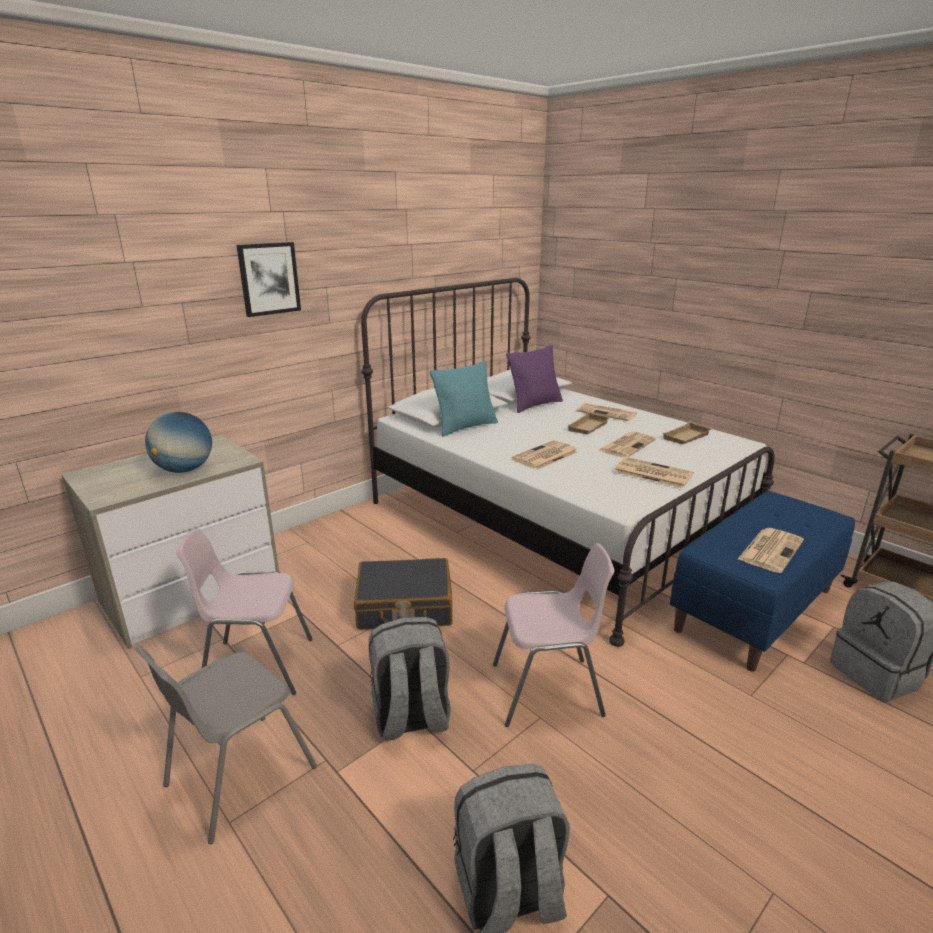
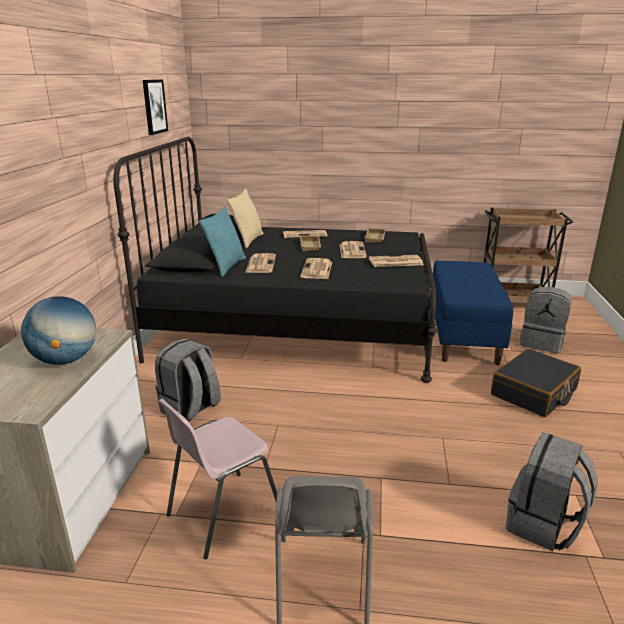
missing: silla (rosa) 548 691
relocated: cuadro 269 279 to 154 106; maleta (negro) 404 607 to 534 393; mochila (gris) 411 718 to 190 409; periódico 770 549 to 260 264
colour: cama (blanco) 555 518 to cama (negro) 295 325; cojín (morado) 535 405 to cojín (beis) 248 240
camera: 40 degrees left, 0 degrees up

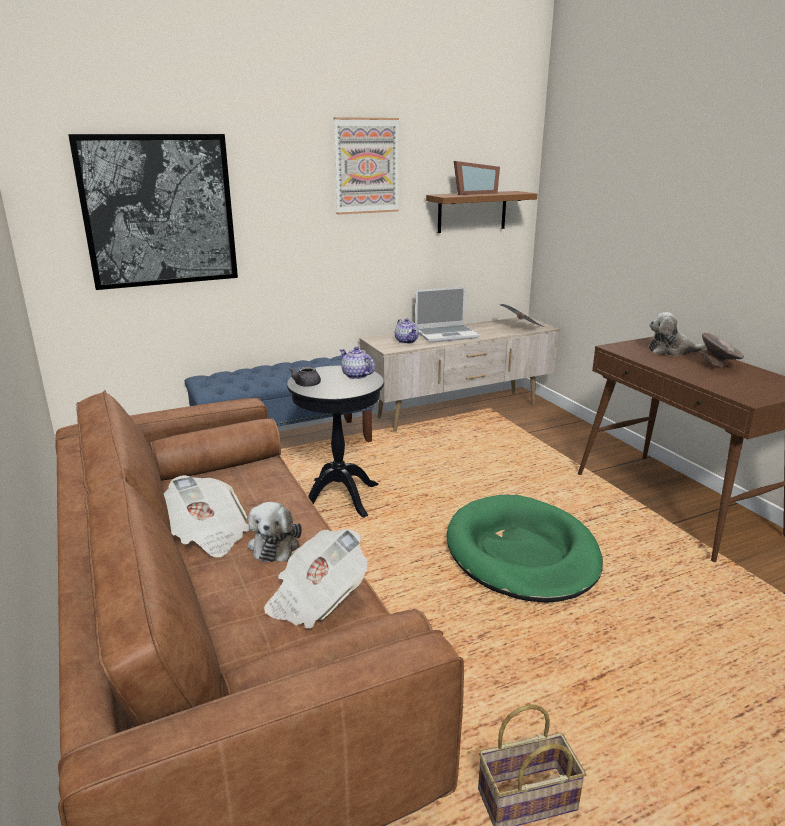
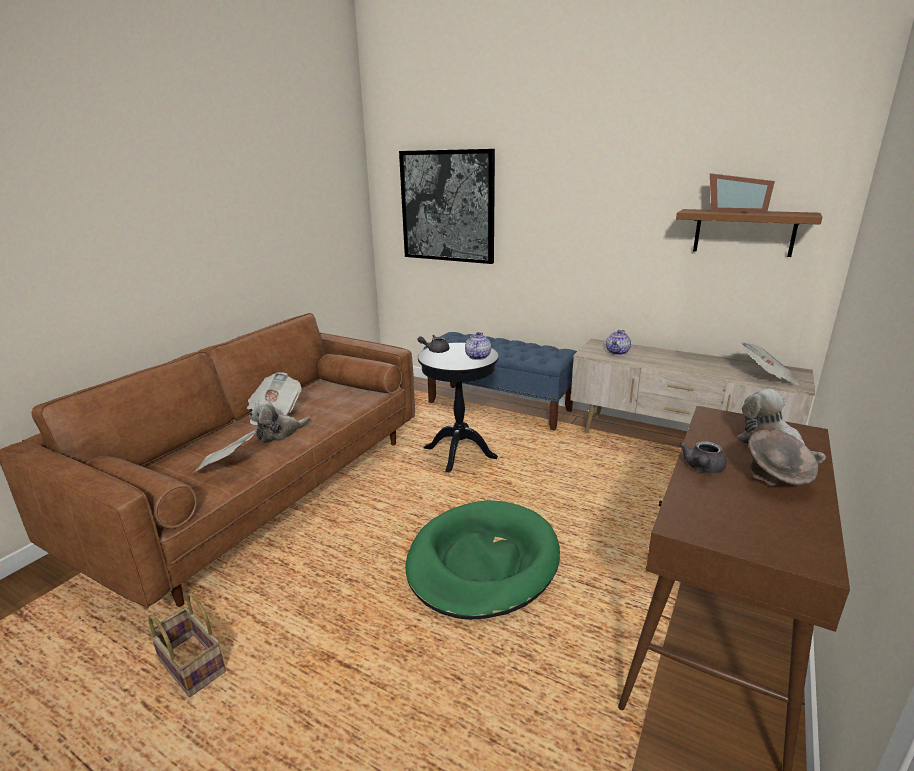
missing: cuadro 366 166; portátil 446 334
appeared: tetera (gris) 702 468
camera: 55 degrees right, 0 degrees up

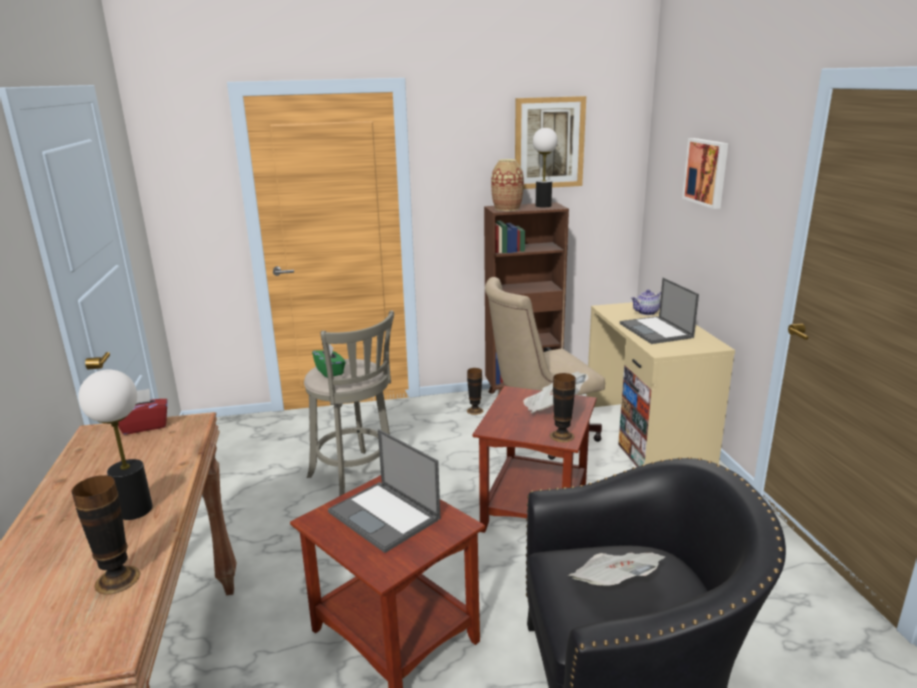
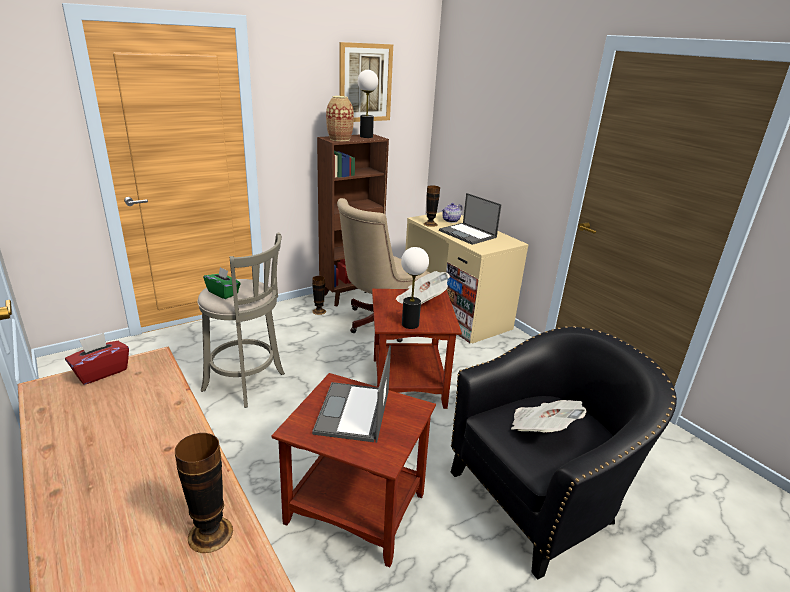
missing: cuadro 707 172
relocated: lámpara de mesa 135 510 to 410 324; florero 562 436 to 430 224
spun: portátil 385 516 = 353 412 75 degrees clockwise
camera: 25 degrees left, 5 degrees up

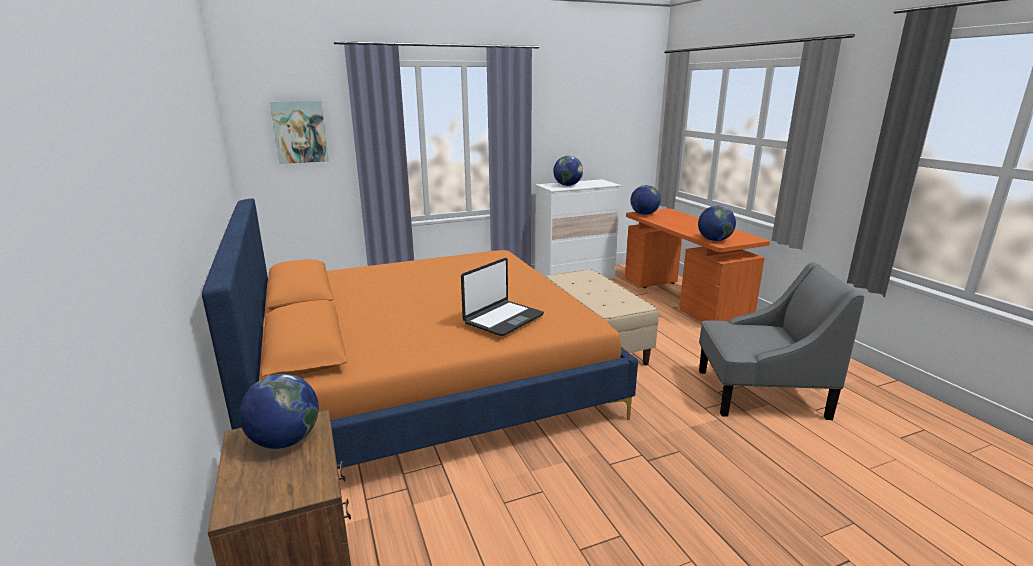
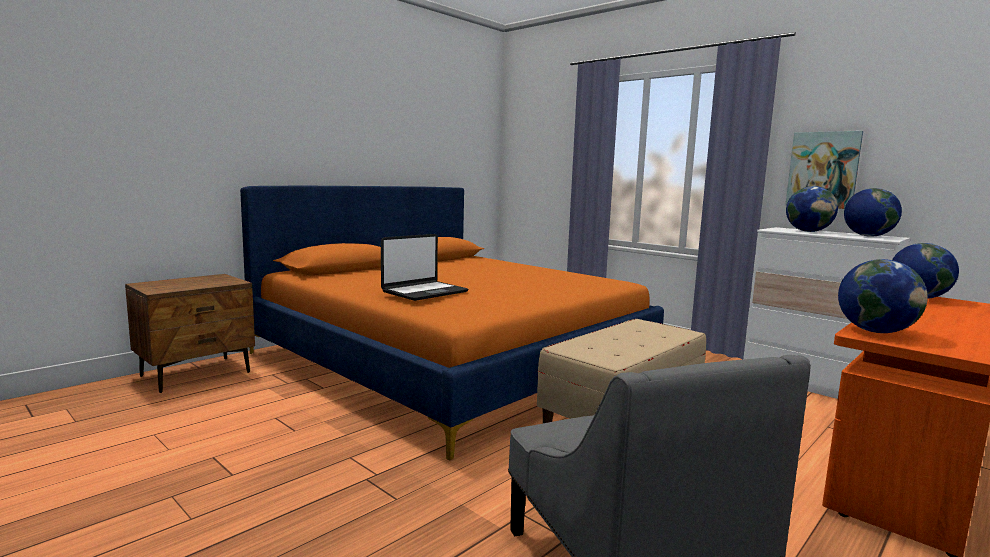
relocated: globo terráqueo 285 441 to 868 236; cuadro 300 132 to 823 170
spun: portátil 503 319 = 424 292 60 degrees counterclockwise
camera: 65 degrees right, 10 degrees down

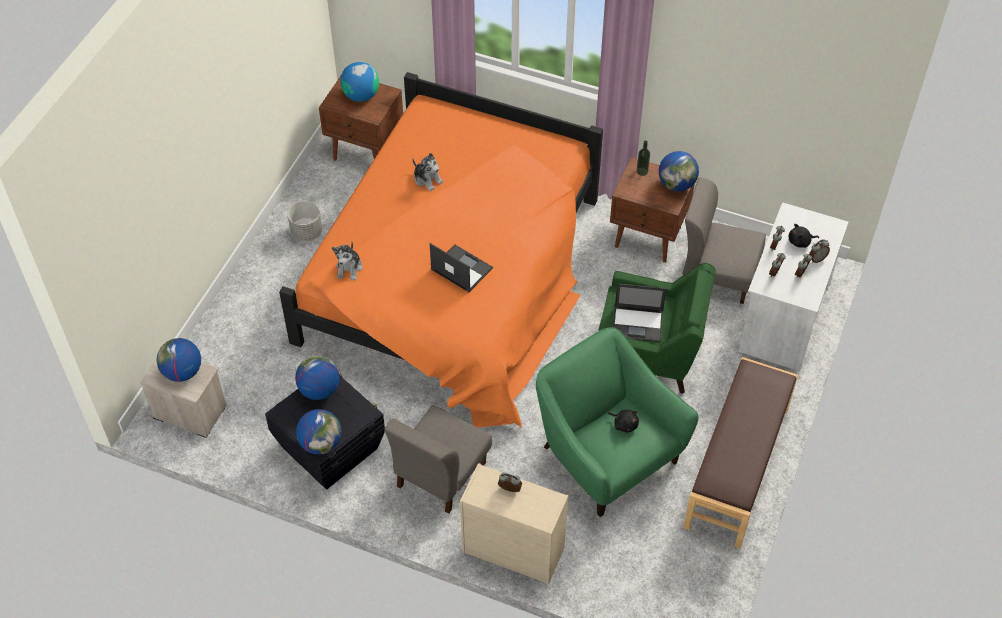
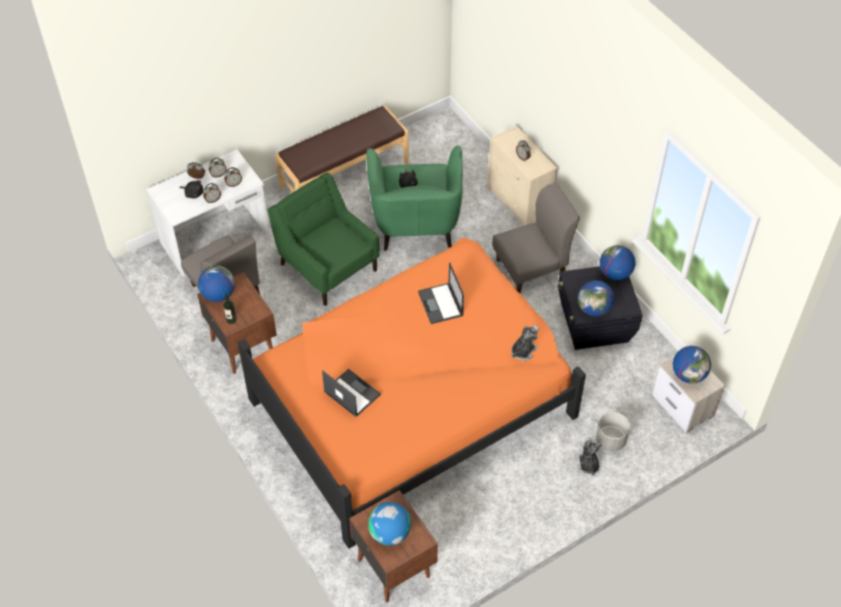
relocated: maceta (gris) 307 232 to 610 440; peluche 427 179 to 587 464; portátil 638 324 to 351 393
camera: 145 degrees left, 0 degrees up

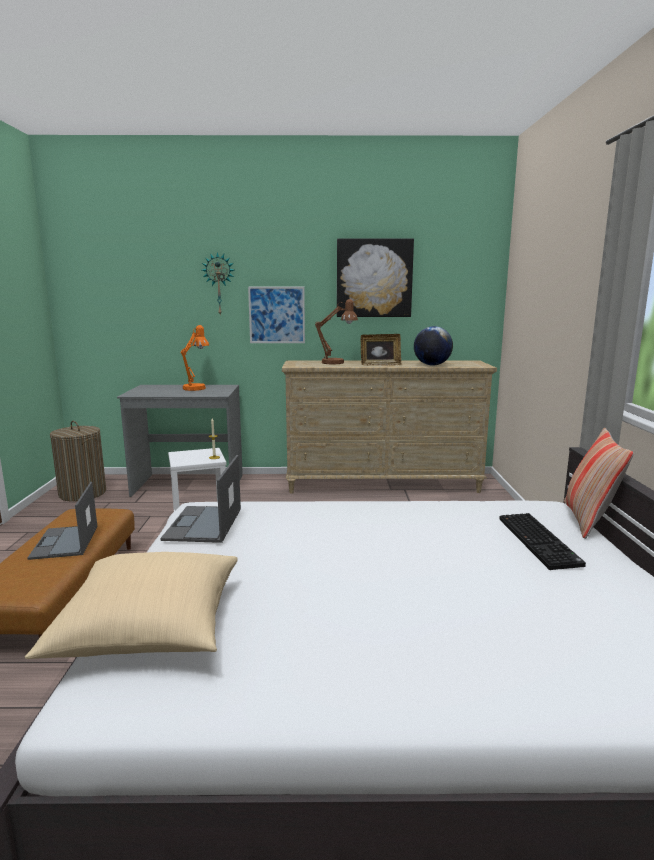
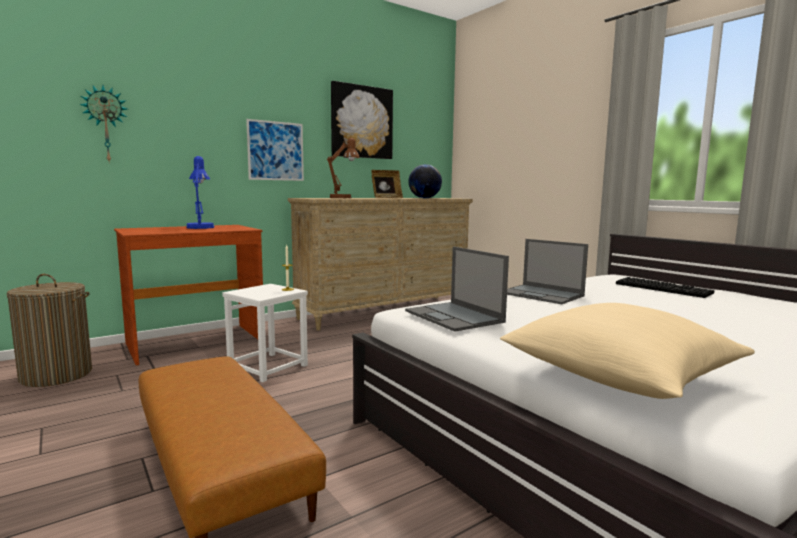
missing: cojín 588 520
relocated: portátil 65 542 to 542 294; reloj de pared 219 284 to 105 124
colour: escritorio (gris) 188 485 to escritorio (marrón) 195 343; lámpara de mesa (naranja) 196 388 to lámpara de mesa (azul) 201 227
camera: 35 degrees left, 5 degrees down

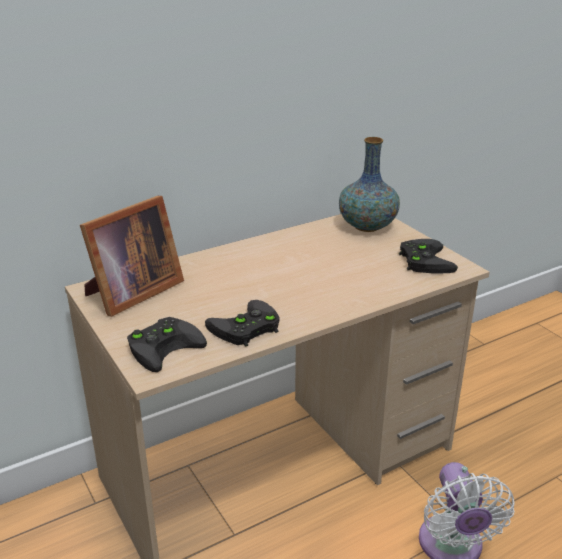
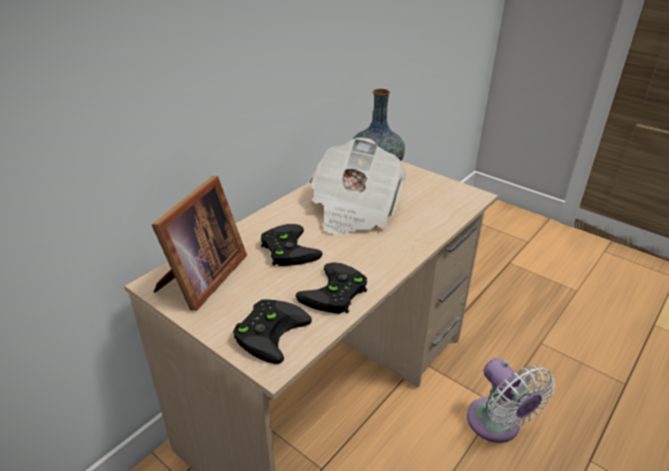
appeared: periódico 354 209
relocated: mando de consola (negro) 423 260 to 286 249
camera: 20 degrees left, 5 degrees up

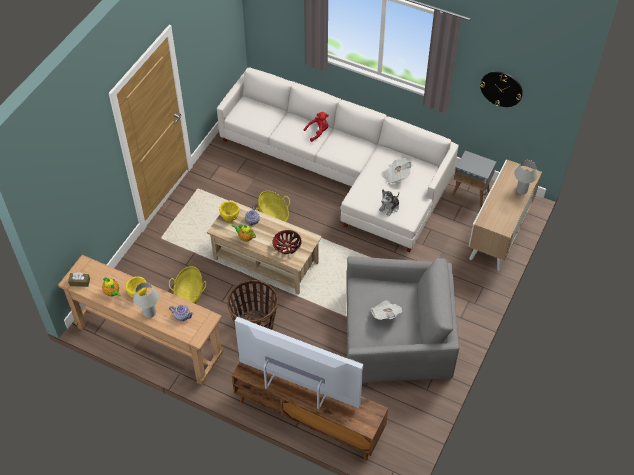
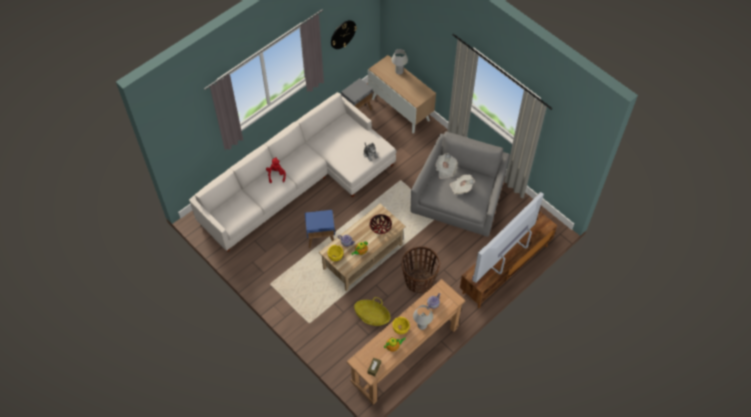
relocated: periódico 395 176 to 445 170
exchanged: cesta 273 215 to mesa auxiliar (azul) 321 239
camera: 70 degrees left, 5 degrees up

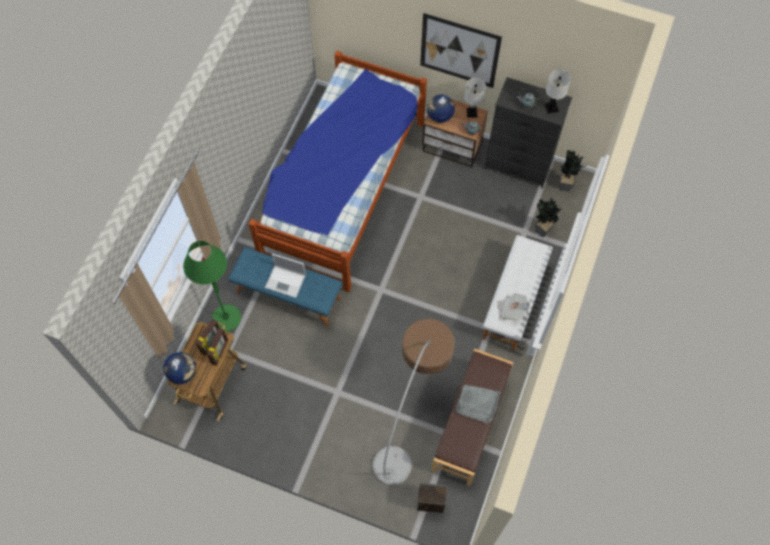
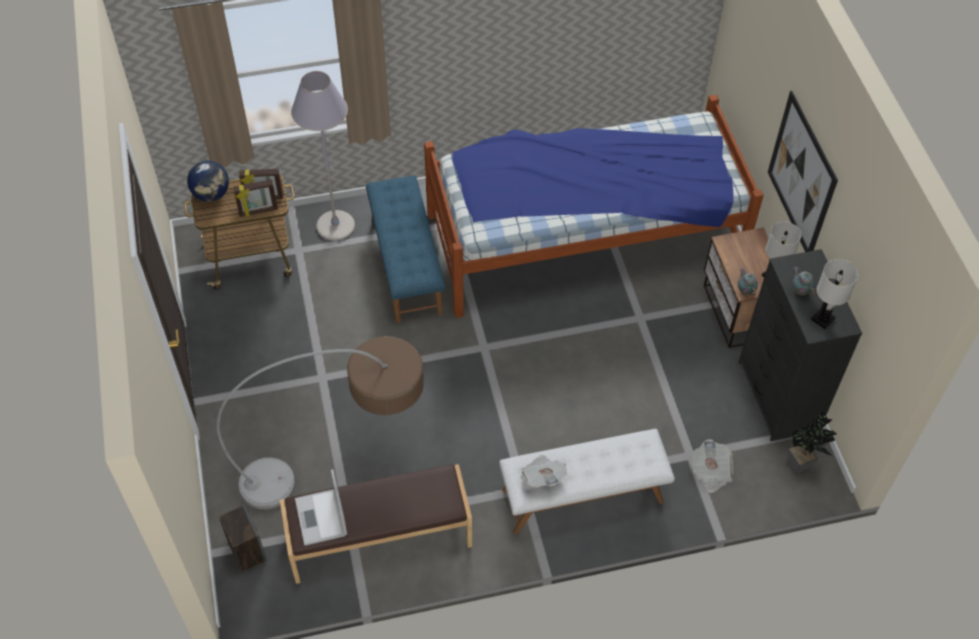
missing: globo terráqueo 439 116; bandeja (gris) 477 403
relocated: portátil 286 281 to 321 518
exchanged: planta en maceta 541 229 to periódico 710 472
colour: lámpara de pie (verde) 226 318 to lámpara de pie (gris) 335 226
camera: 55 degrees right, 10 degrees down

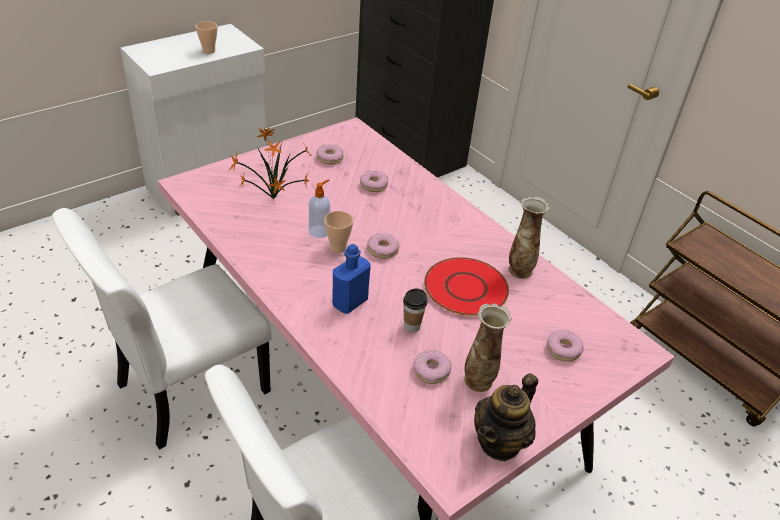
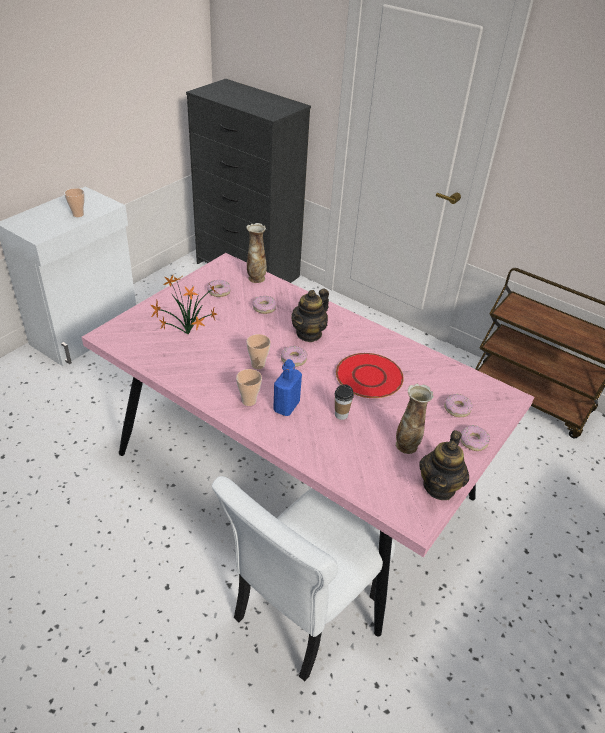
missing: silla (blanco) 187 390; dispensador de jabón 319 231
appeared: taza 249 401; tetera 309 333
relocated: rosquilla 431 371 to 473 441; florero 519 270 to 256 278
camera: 15 degrees left, 0 degrees up

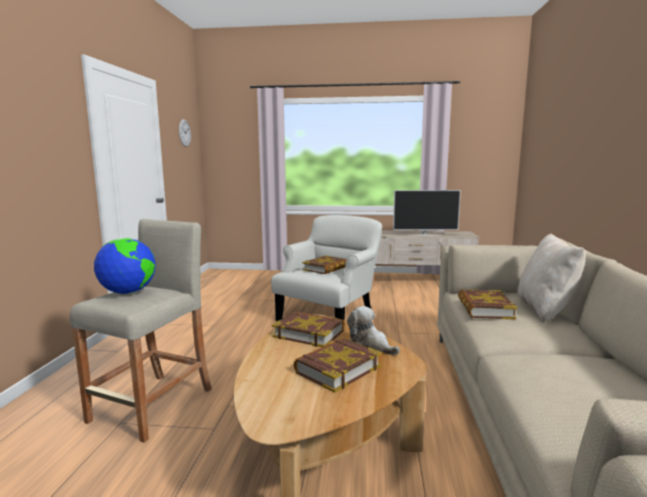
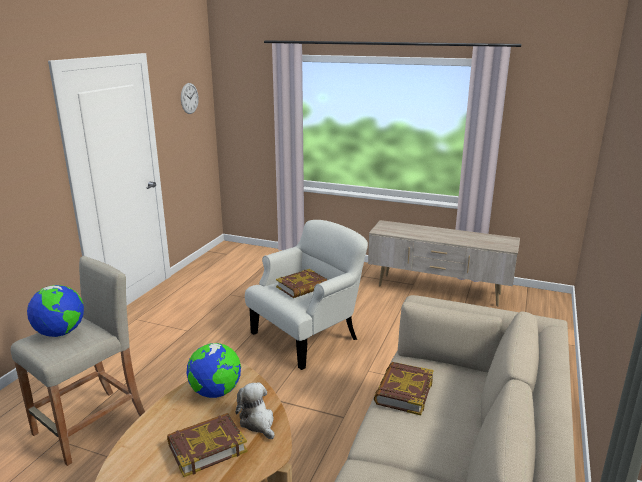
missing: televisor 424 235; cojín (beis) 545 310
exchanged: libro 309 333 to globo terráqueo 216 392
camera: 15 degrees right, 10 degrees up

